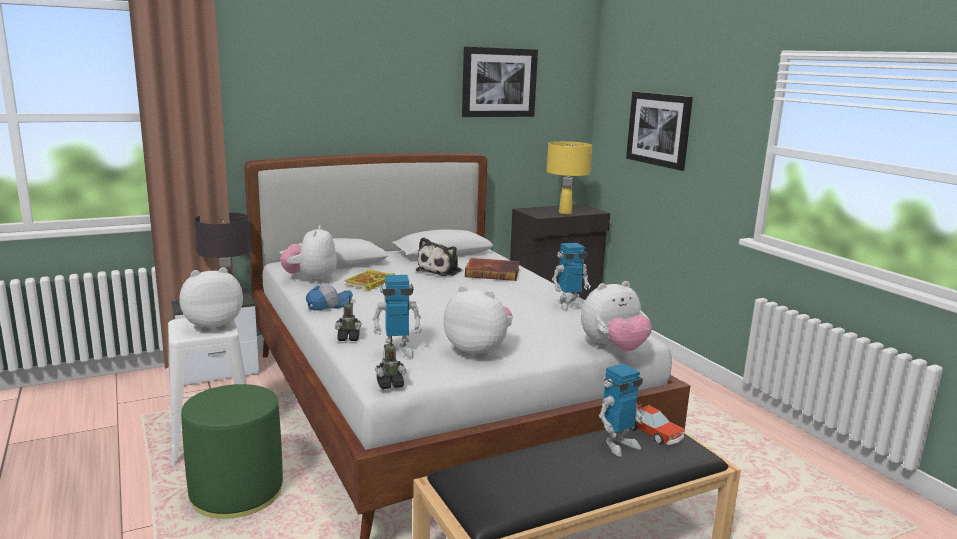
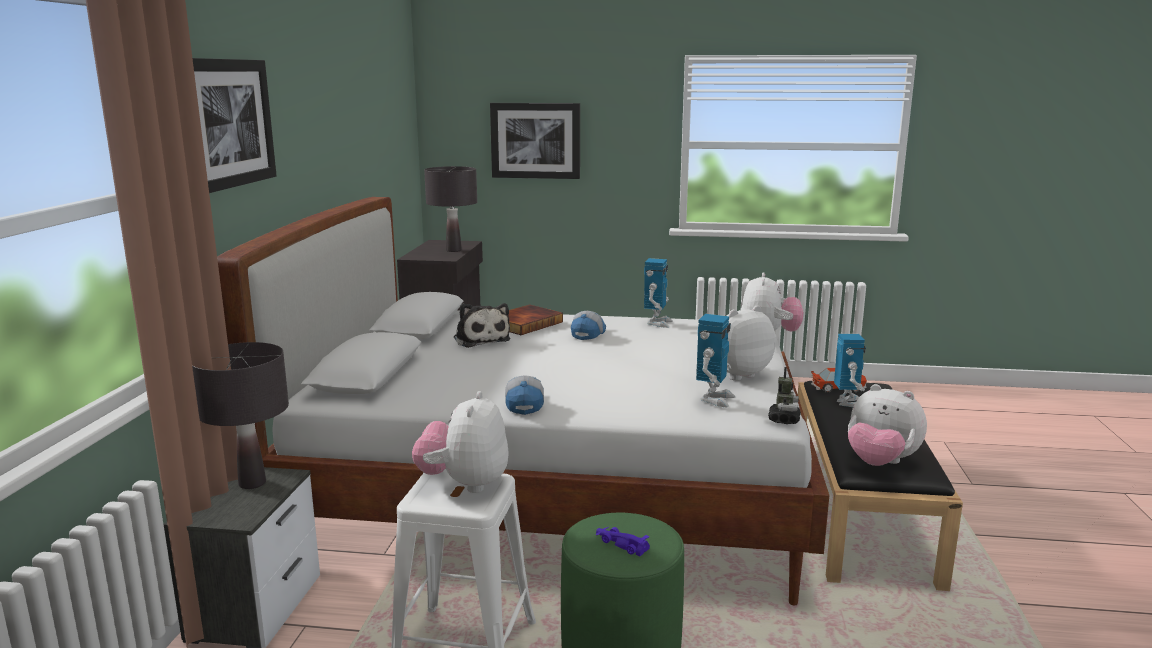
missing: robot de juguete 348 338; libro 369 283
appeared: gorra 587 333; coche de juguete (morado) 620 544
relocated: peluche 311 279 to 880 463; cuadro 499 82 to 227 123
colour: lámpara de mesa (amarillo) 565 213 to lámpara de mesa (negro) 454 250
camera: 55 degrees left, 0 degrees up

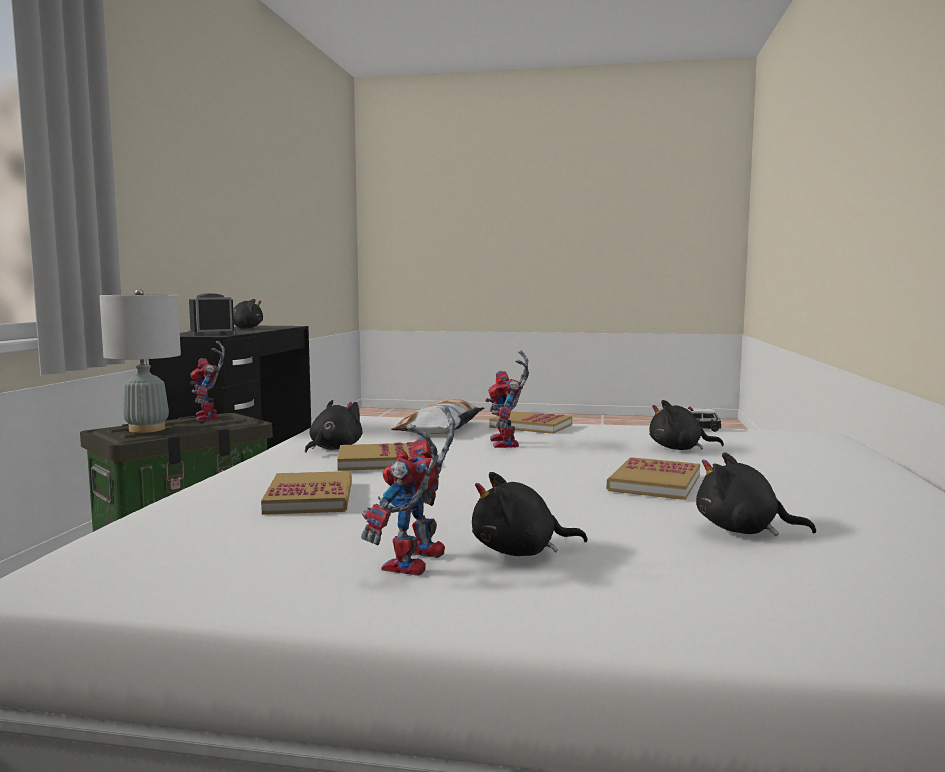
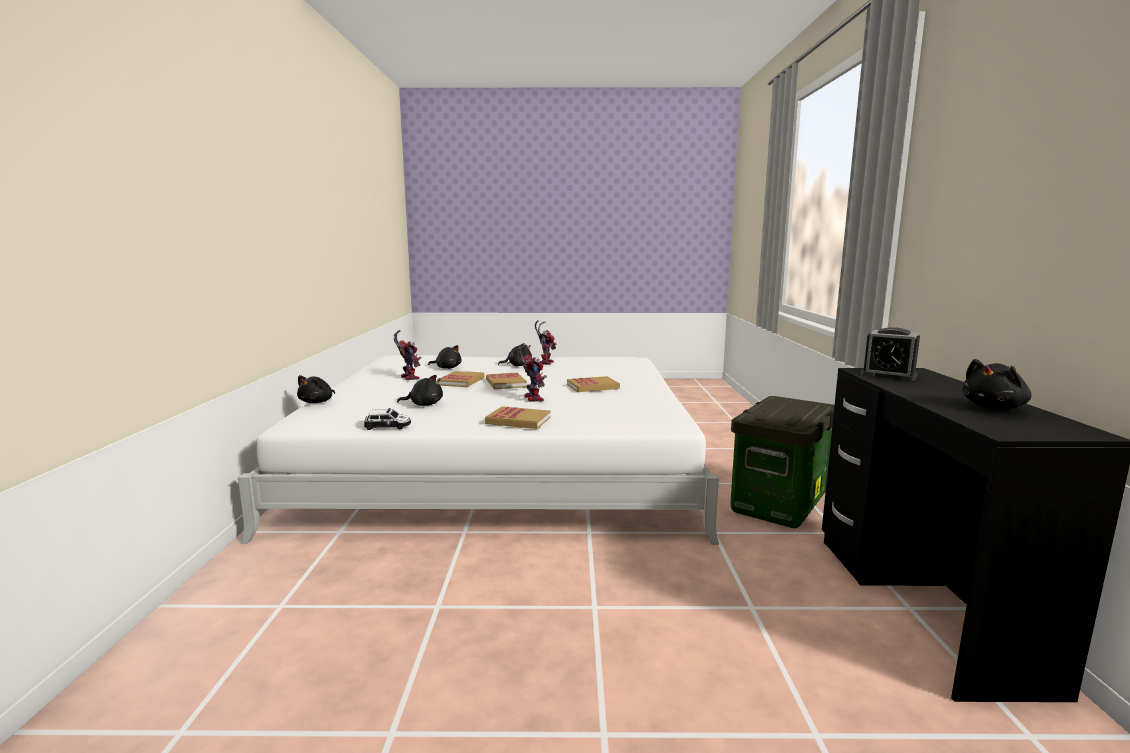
missing: lámpara de mesa (gris) 146 429; cojín 441 428
relocated: robot de juguete 210 418 to 407 377; libro 310 497 to 506 383; peluche (negro) 333 448 to 317 402
spun: despertador 212 334 = 888 375 75 degrees clockwise
camera: 170 degrees right, 5 degrees up

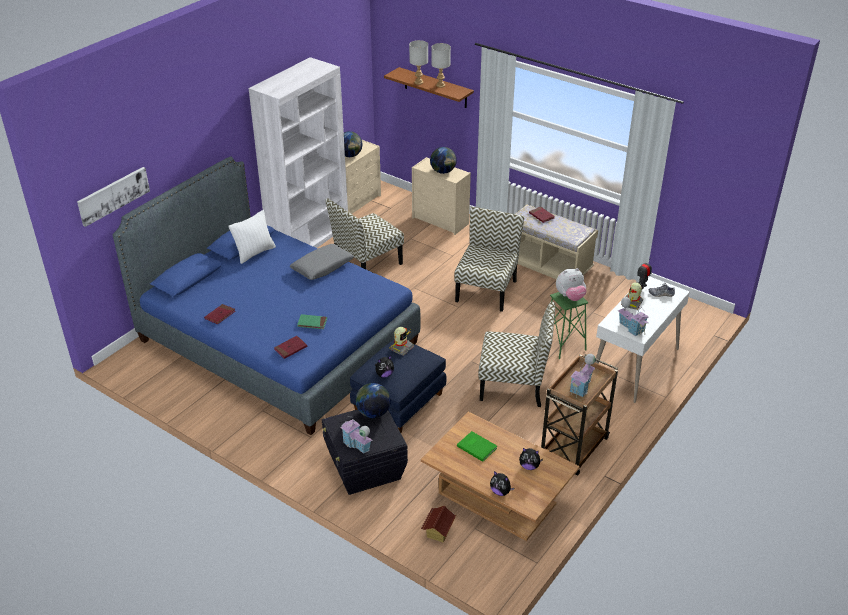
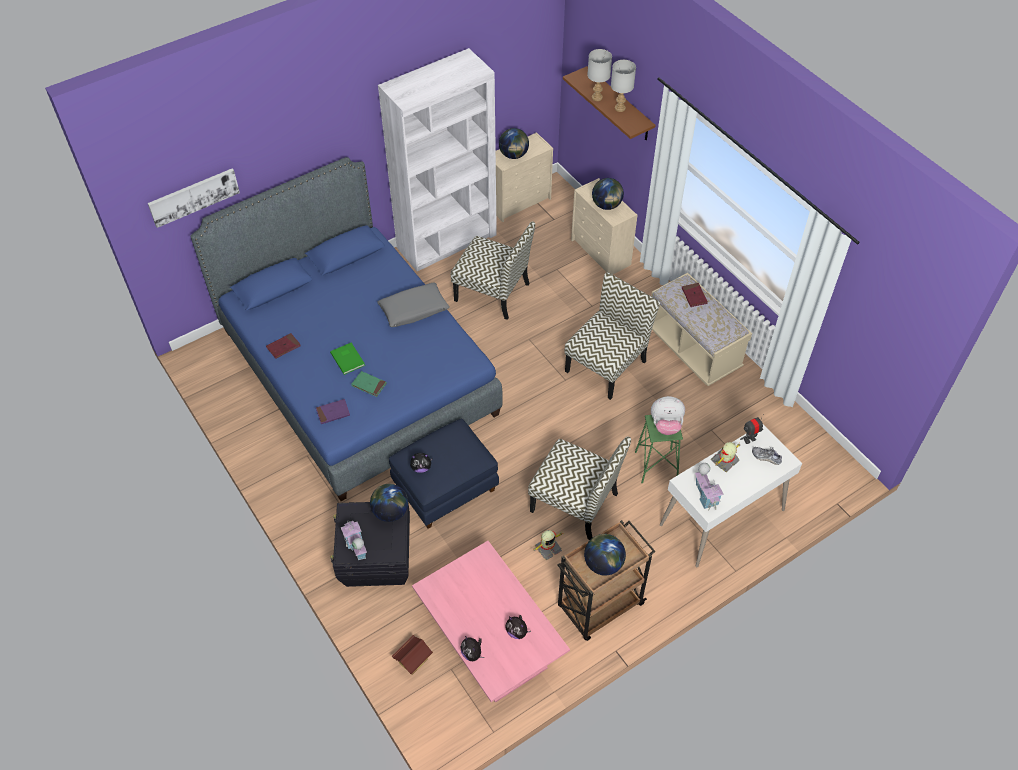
missing: cojín (blanco) 255 253
relocated: robot de juguete 401 348 to 547 548; libro (verde) 477 446 to 348 358
exchanged: casita 582 387 to globo terráqueo 603 564
colour: libro (rojo) 290 348 to libro (morado) 333 412; mesa de centro (marrón) 497 498 to mesa de centro (rosa) 490 641
spun: silla 367 264 = 493 292 135 degrees counterclockwise
camera: 20 degrees right, 15 degrees up

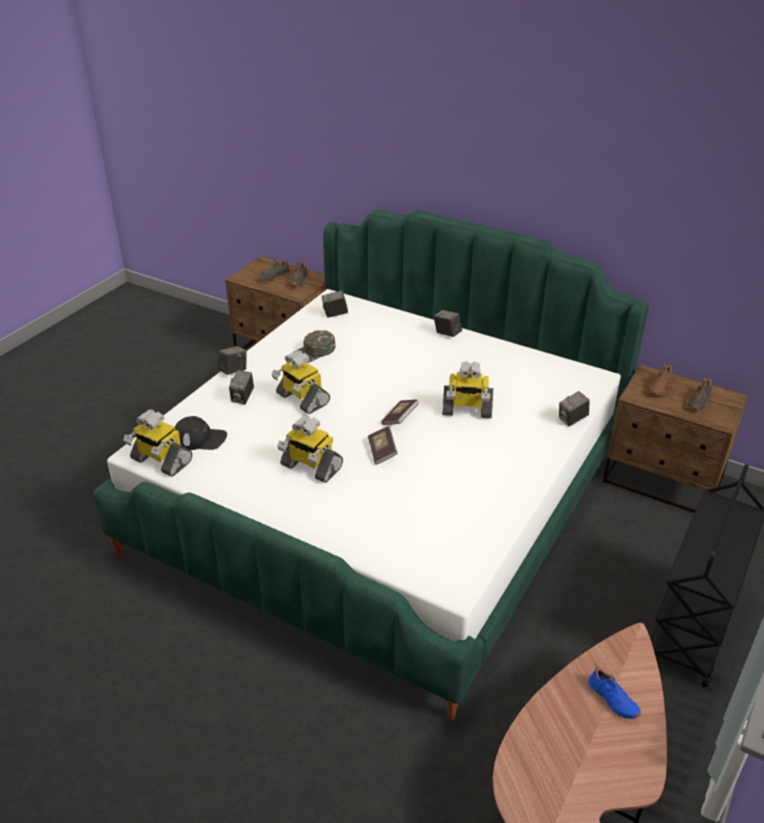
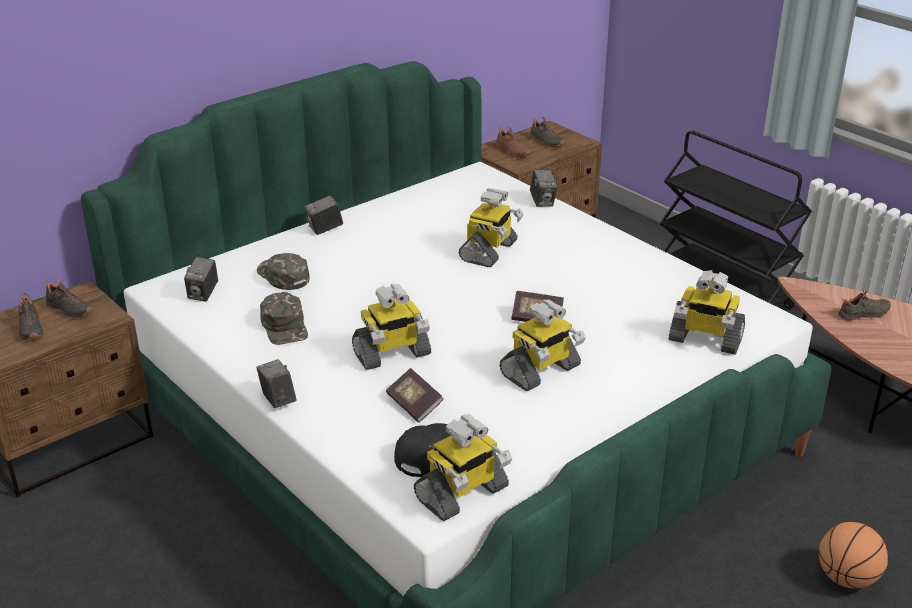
missing: cámara 242 398
appeared: gorra (verde) 282 276; robot de juguete 704 339; balón de baloncesto 847 578
relocated: libro 399 418 to 414 405
colour: zapato (azul) 612 700 to zapato (negro) 864 315
camera: 70 degrees left, 5 degrees down

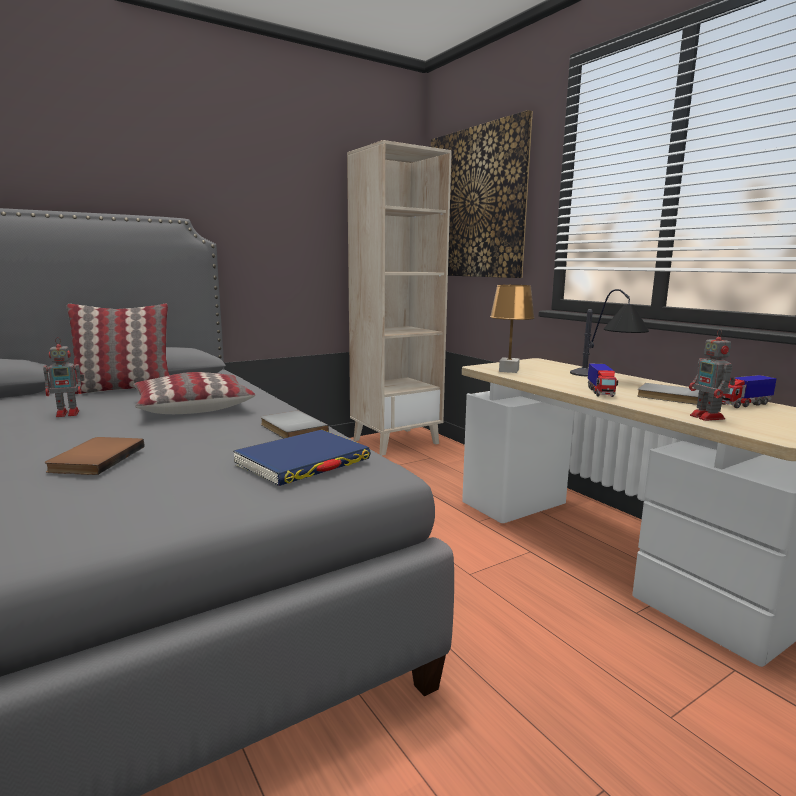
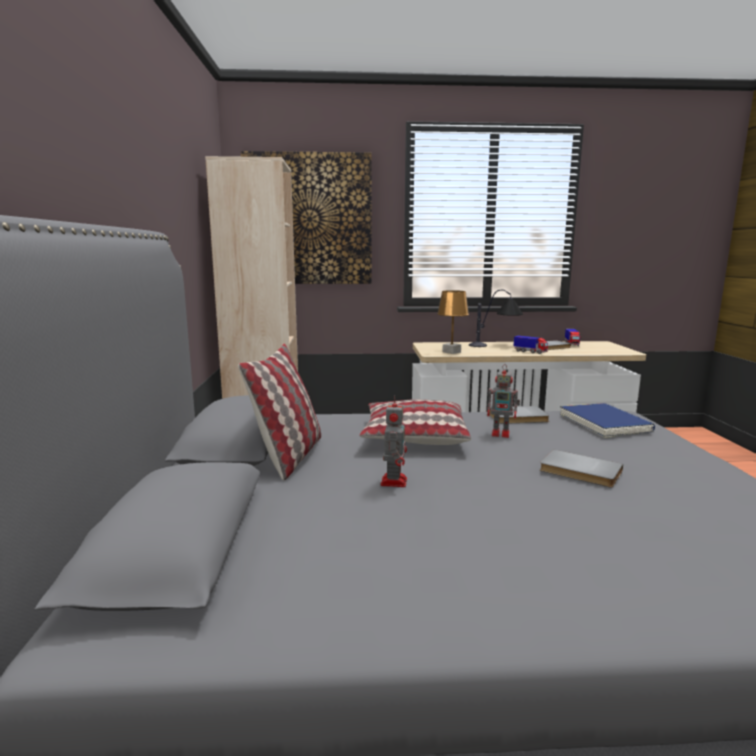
relocated: robot de juguete 708 417 to 502 433
colour: libro (marrón) 94 459 to libro (gris) 579 472
camera: 60 degrees left, 0 degrees up

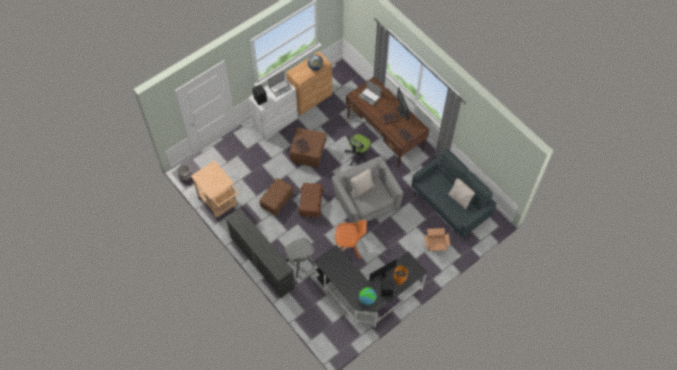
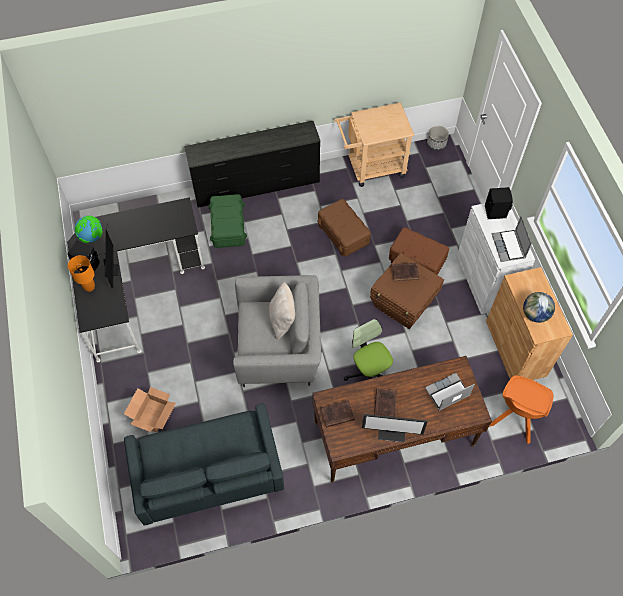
missing: cojín (beis) 460 199
relocated: caja de almacenaje (marrón) 311 203 to 417 260; silla (naranja) 349 247 to 515 418
exchanged: silla (gris) 301 263 to caja de almacenaje (verde) 228 228
camera: 115 degrees right, 0 degrees up

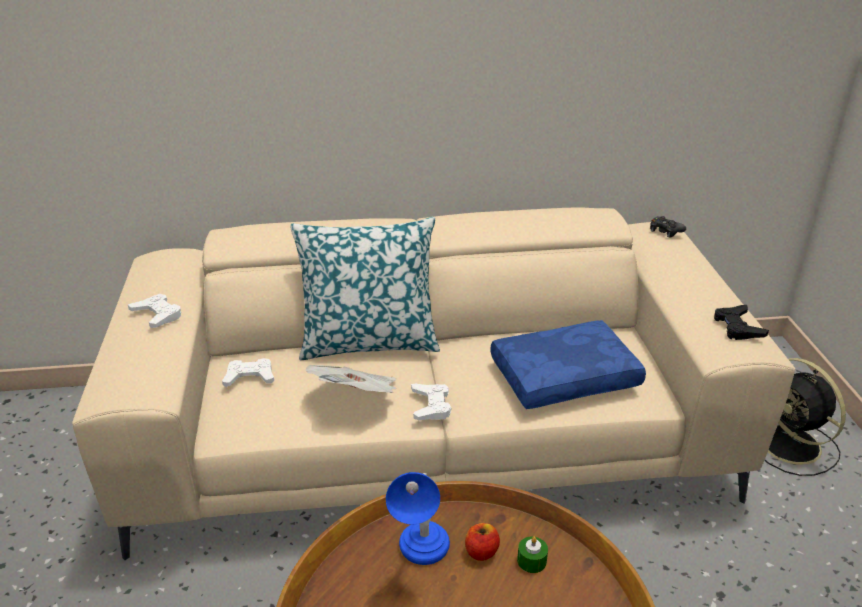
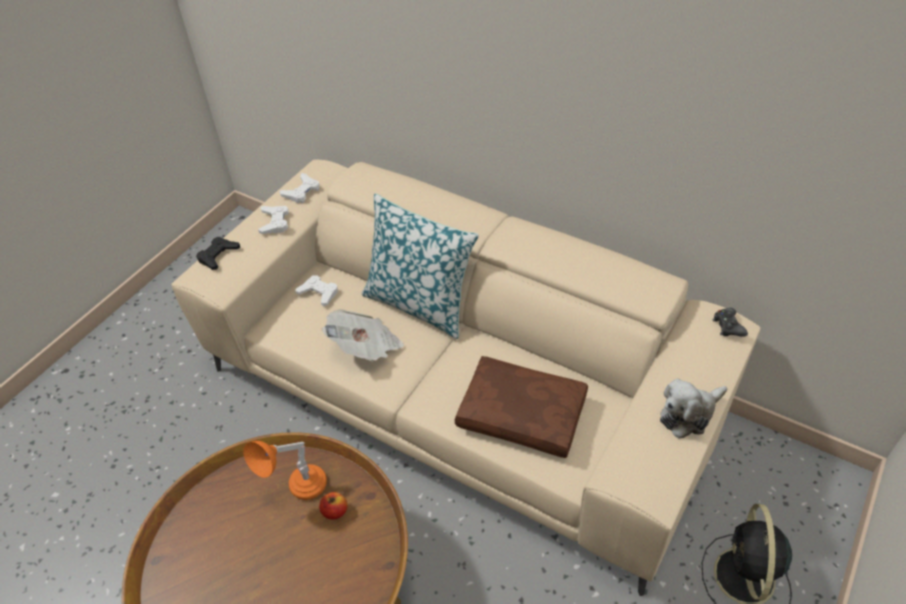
missing: vela (verde) 531 561
appeared: peluche 688 414
relocated: mando de consola (blanco) 431 406 to 302 192; mando de consola (negro) 737 327 to 218 256
colour: lámpara de mesa (azul) 421 558 to lámpara de mesa (naranja) 298 490; cojín (azul) 564 375 to cojín (marrón) 523 413
camera: 40 degrees right, 15 degrees up

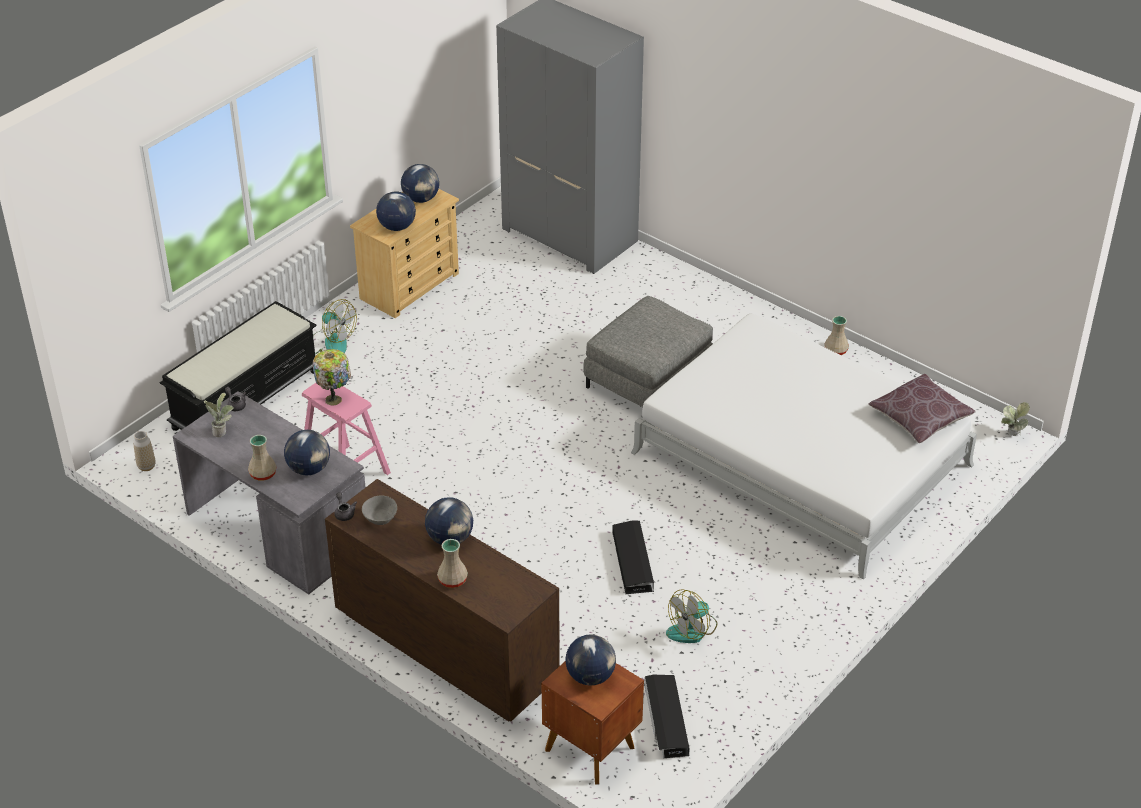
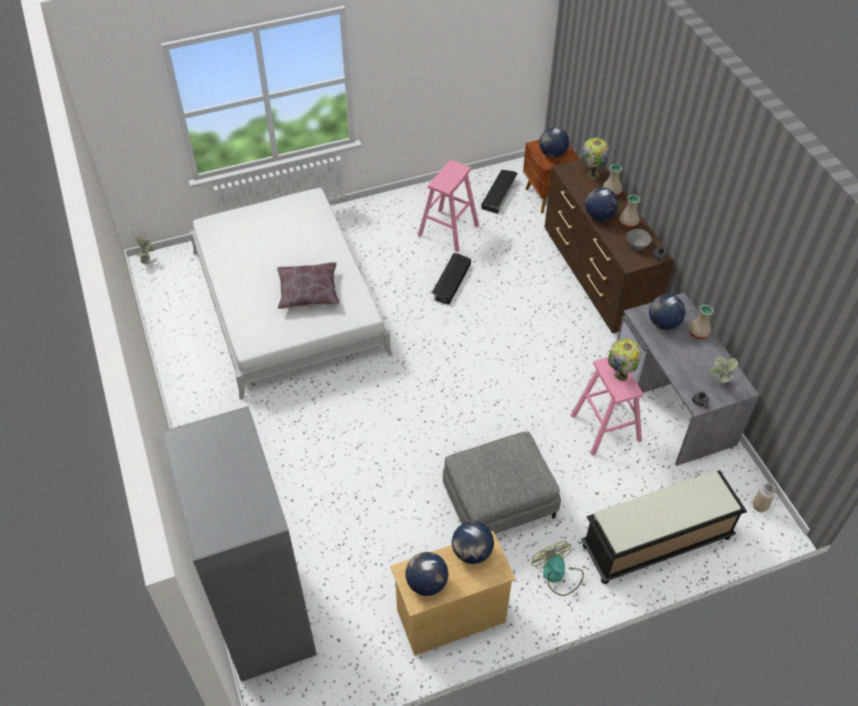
appeared: lámpara de mesa 592 174
relocated: puf (gris) 648 380 to 499 500; florero (beis) 836 351 to 628 223; cojín (marrón) 920 418 to 308 292
exchanged: ventilador 692 629 to taburete (rosa) 448 230
camera: 150 degrees left, 10 degrees up

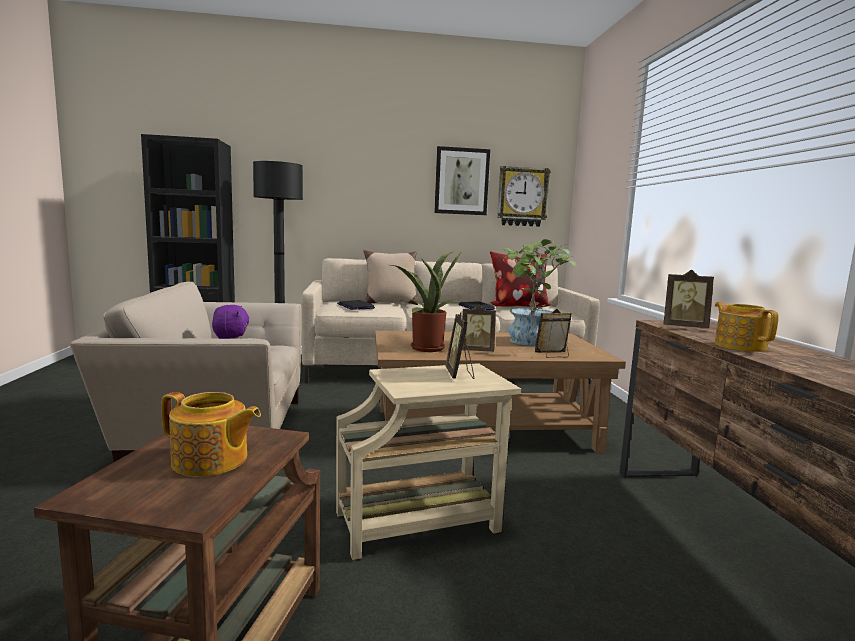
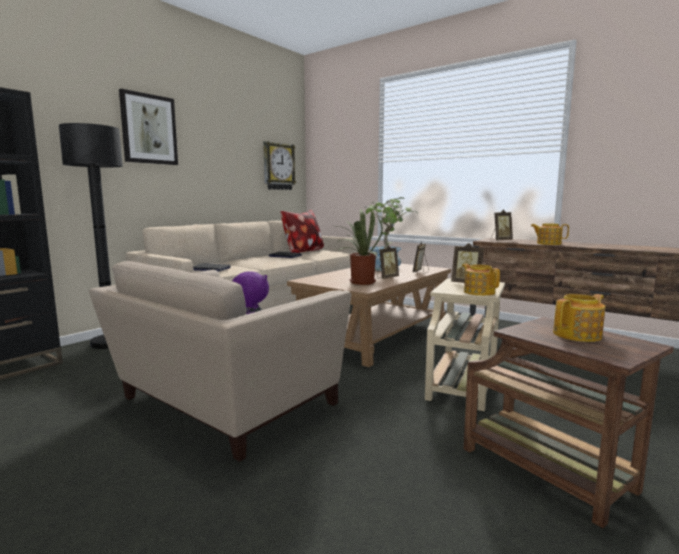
missing: cojín (beis) 390 303
appeared: tetera 479 292
relocated: cuadro 461 181 to 149 129
camera: 45 degrees left, 0 degrees up

